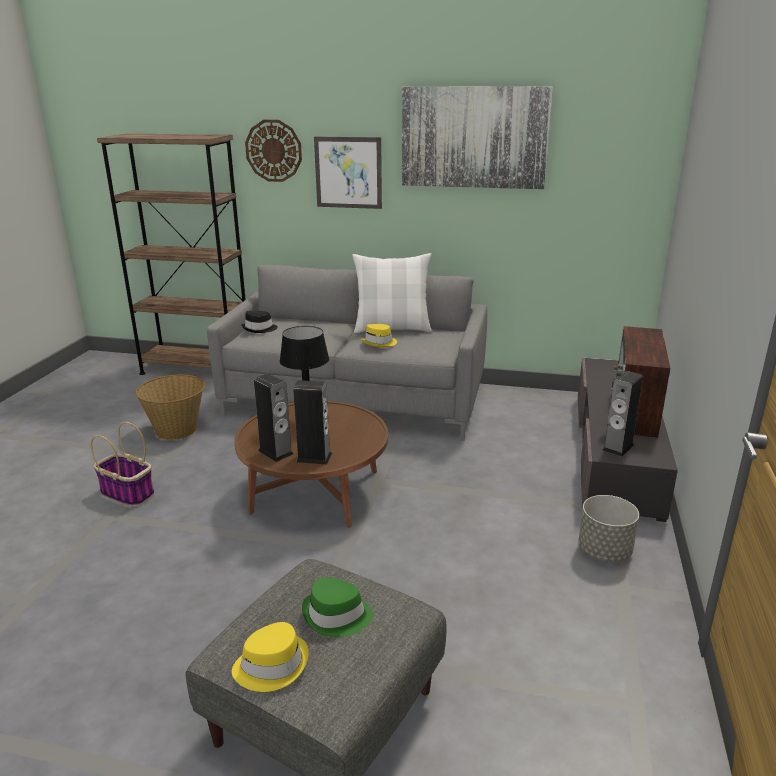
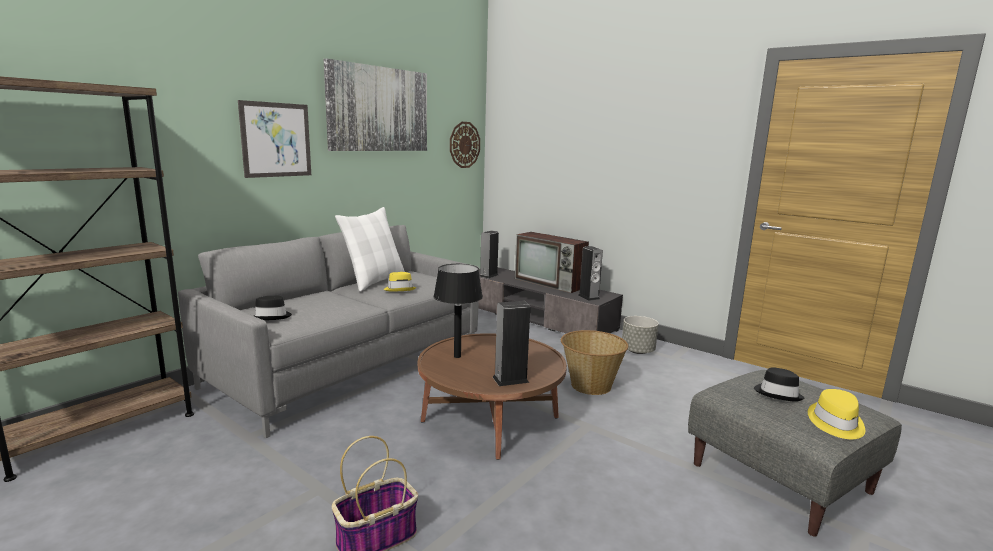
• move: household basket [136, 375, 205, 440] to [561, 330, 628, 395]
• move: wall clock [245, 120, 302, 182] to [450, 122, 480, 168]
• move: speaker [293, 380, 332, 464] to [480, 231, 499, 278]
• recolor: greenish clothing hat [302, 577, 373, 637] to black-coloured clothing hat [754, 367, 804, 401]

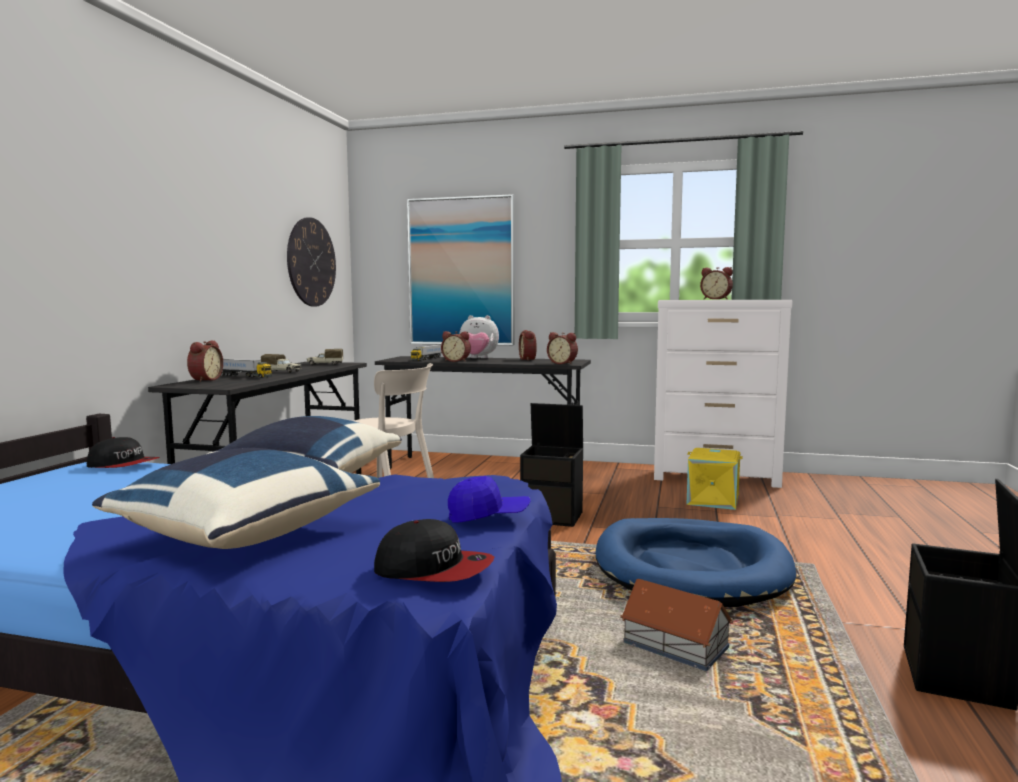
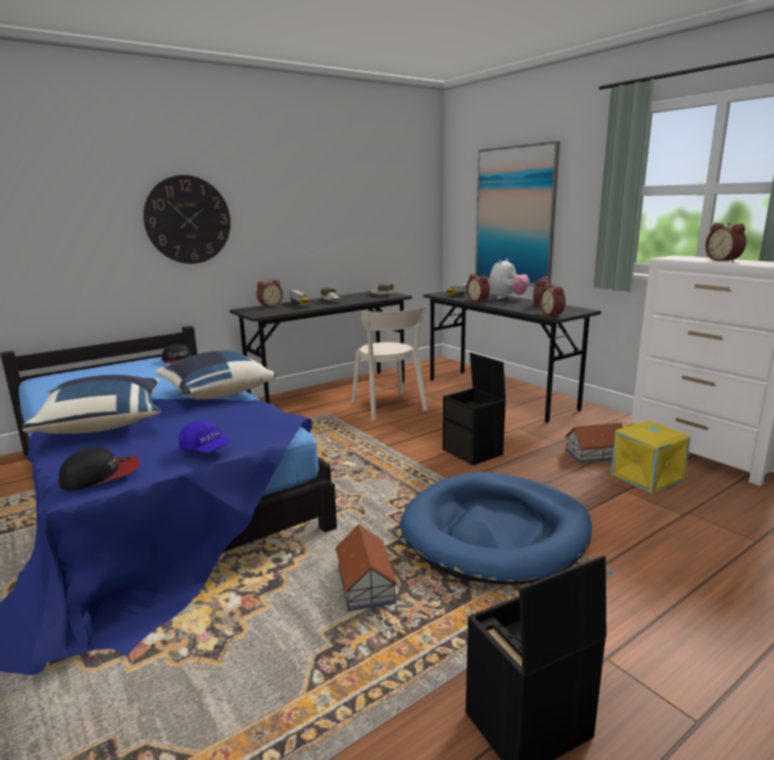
• move: wall clock [287, 217, 336, 307] to [143, 175, 231, 264]
• rotate: peaked cap [374, 519, 495, 582] = [58, 447, 140, 490] 90 degrees counterclockwise
• rotate: plush toy [459, 315, 499, 358] = [489, 259, 529, 299] 105 degrees counterclockwise
• insert: miniature house [565, 423, 623, 464]

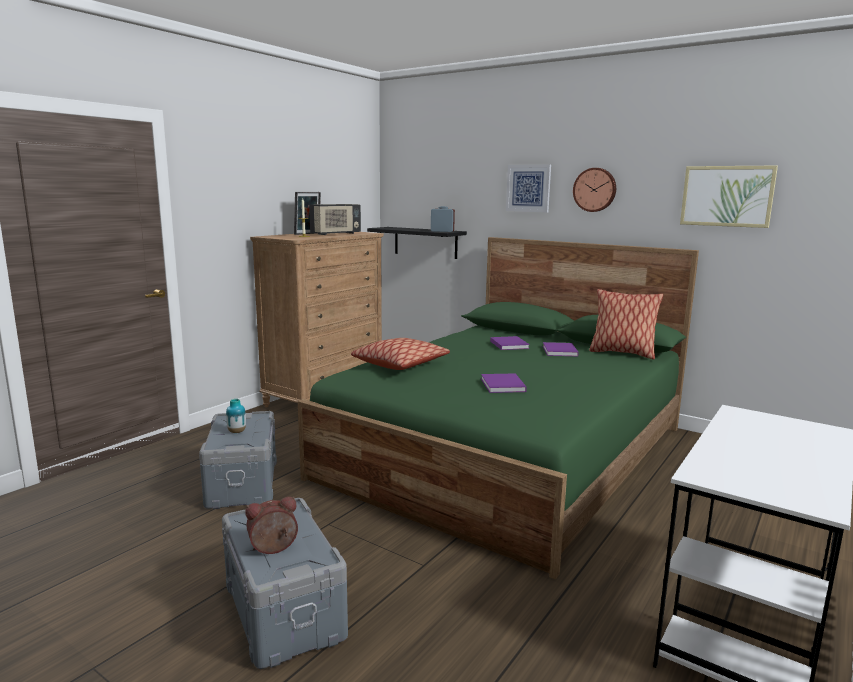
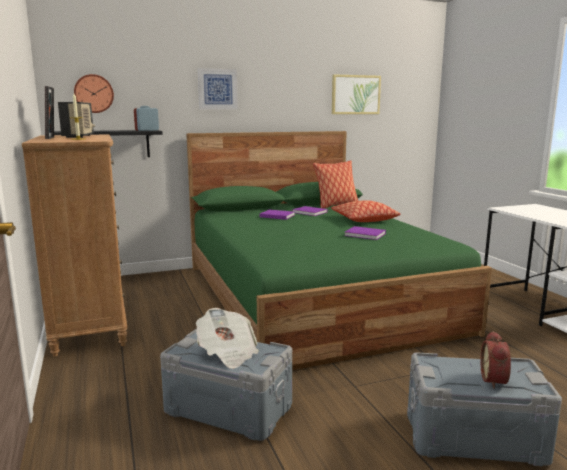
• replace: vase [226, 399, 246, 433] to daily paper [196, 308, 259, 369]
• move: pillow [351, 338, 450, 370] to [331, 200, 400, 222]
• move: wall clock [573, 168, 616, 212] to [74, 74, 114, 113]

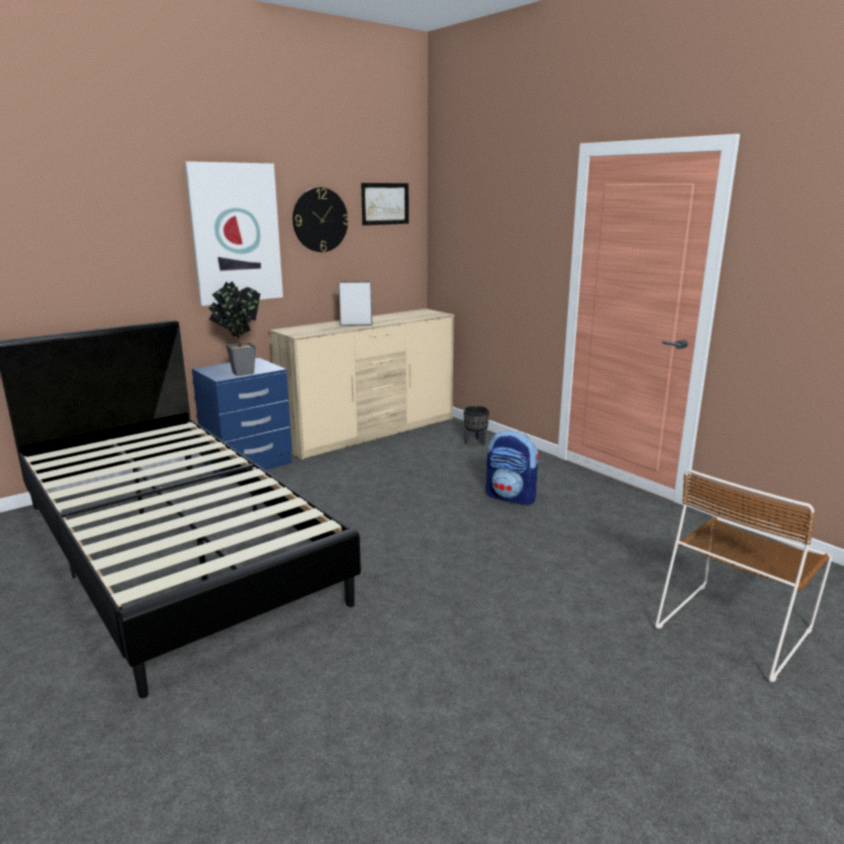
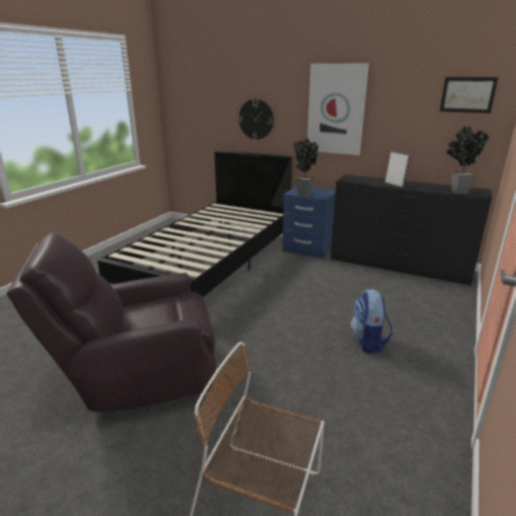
• recolor: sand-coloured dresser [270, 309, 455, 460] to black-coloured dresser [330, 175, 492, 286]
• move: wall clock [293, 187, 349, 252] to [238, 99, 274, 140]
• delete: black-coloured plant pot [464, 406, 489, 445]
• insert: brownish armchair [7, 233, 216, 412]
• insert: plant in a pot [446, 126, 489, 194]

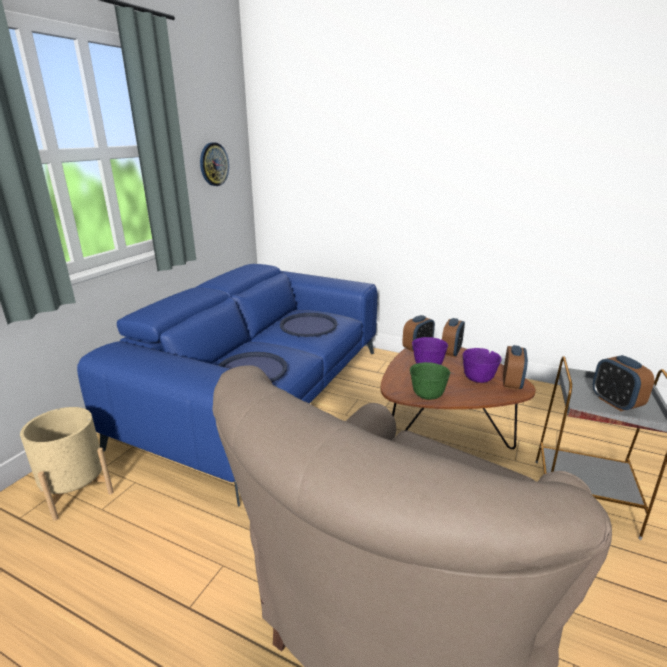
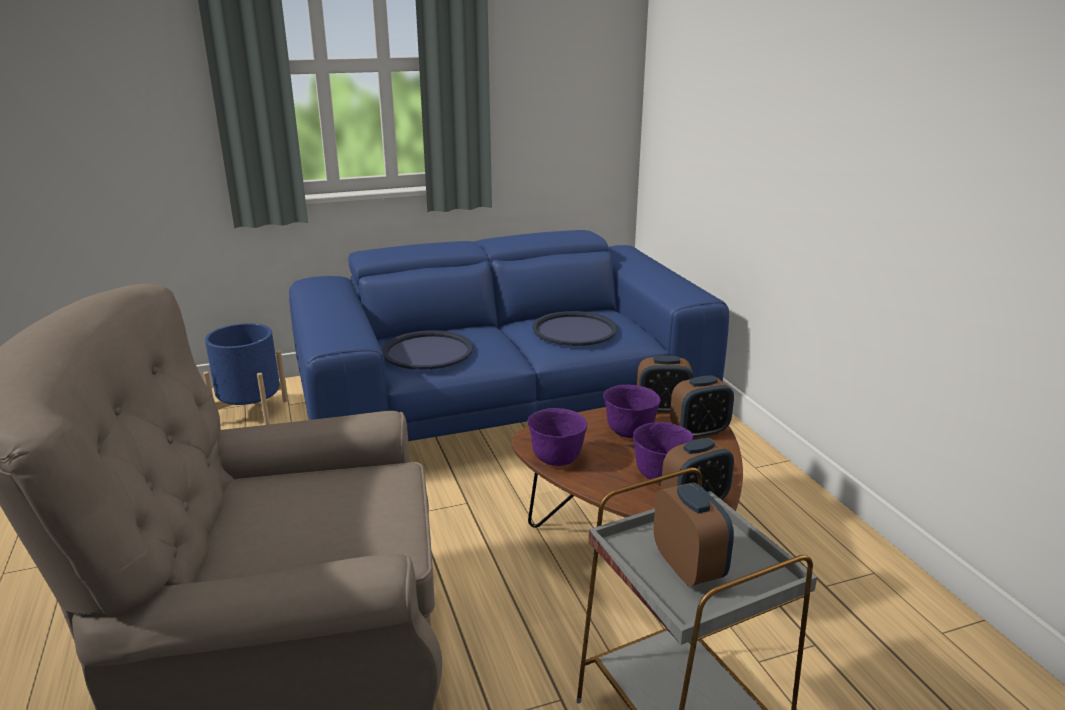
• recolor: sand-coloured plant pot [20, 407, 114, 521] to bluish plant pot [203, 323, 288, 425]
• delete: wall clock [200, 142, 229, 186]
• recolor: greenish serving bowl [410, 362, 450, 400] to purple-coloured serving bowl [527, 408, 587, 466]
• rotate: table clock [593, 355, 654, 411] = [654, 483, 734, 586] 135 degrees clockwise

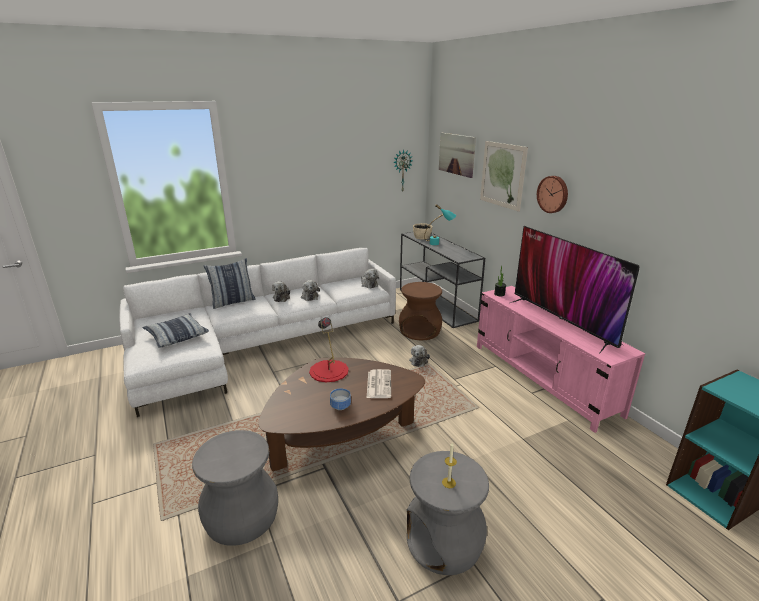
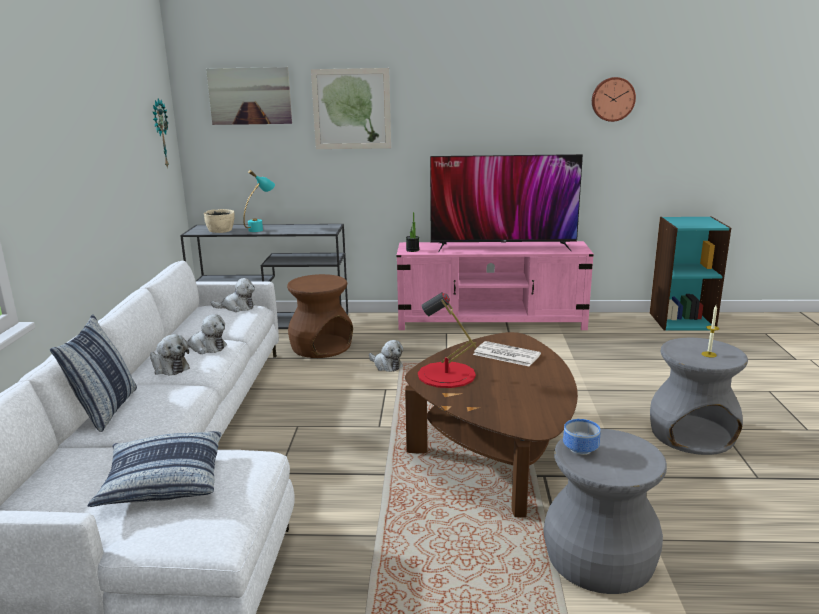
• move: serving bowl [330, 389, 351, 410] to [563, 419, 601, 455]
• move: wall clock [537, 176, 568, 213] to [592, 77, 636, 122]

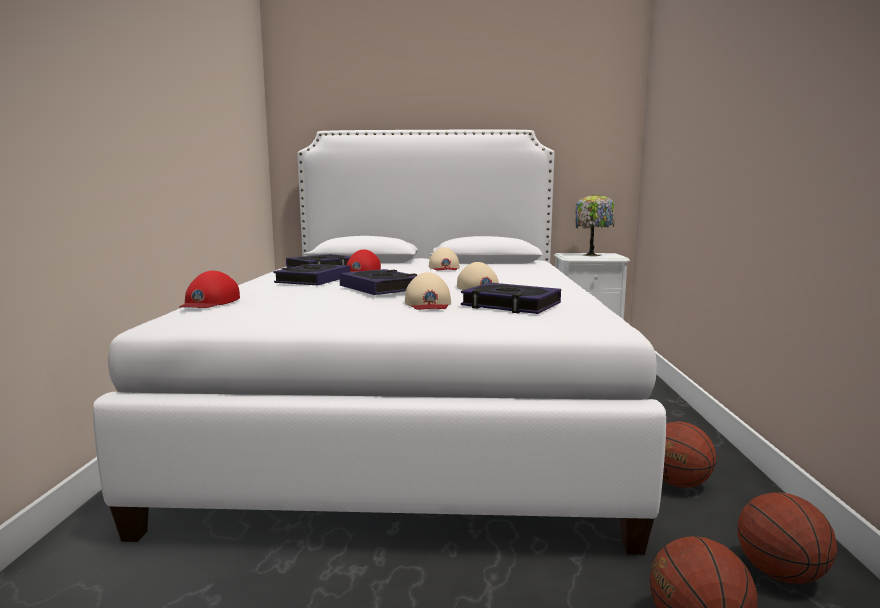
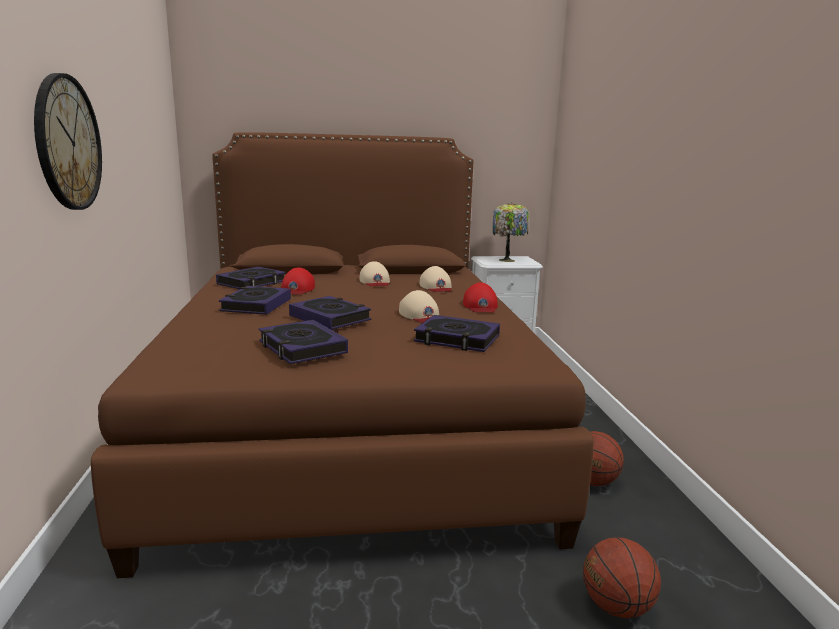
• recolor: whitish sleeping bed [93, 129, 666, 555] to brownish sleeping bed [91, 132, 593, 578]
• move: red peaked cap [180, 271, 240, 308] to [463, 283, 498, 312]
• move: sand-coloured peaked cap [405, 272, 451, 310] to [420, 266, 452, 292]
• delete: basketball [737, 492, 837, 584]
• insert: wall clock [34, 73, 102, 210]
• insert: volume [259, 320, 348, 364]

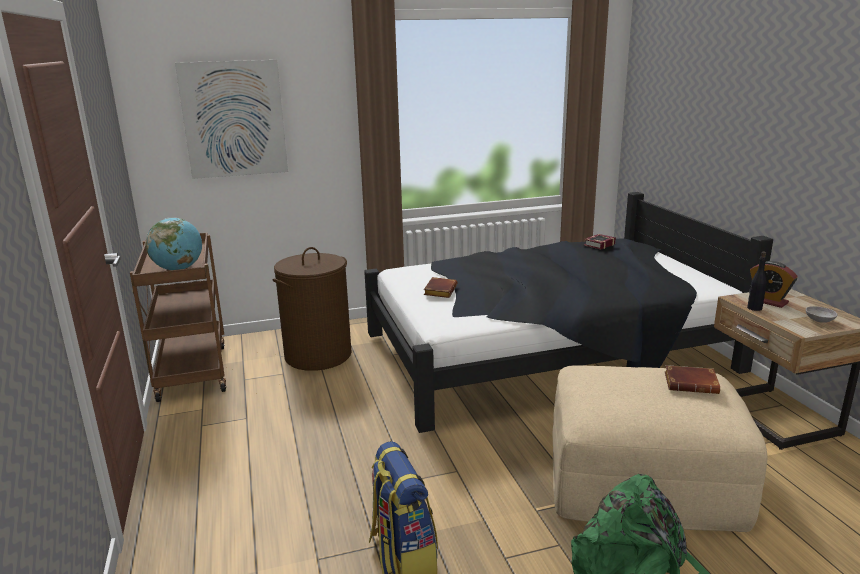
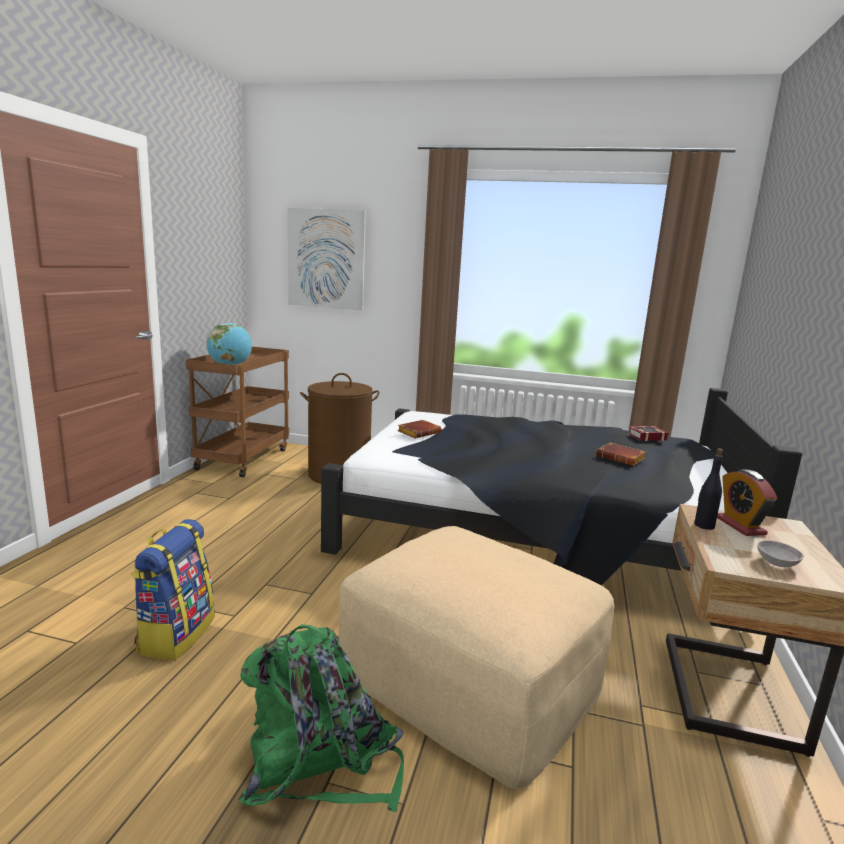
• move: brownish volume [665, 365, 720, 394] to [596, 443, 646, 466]

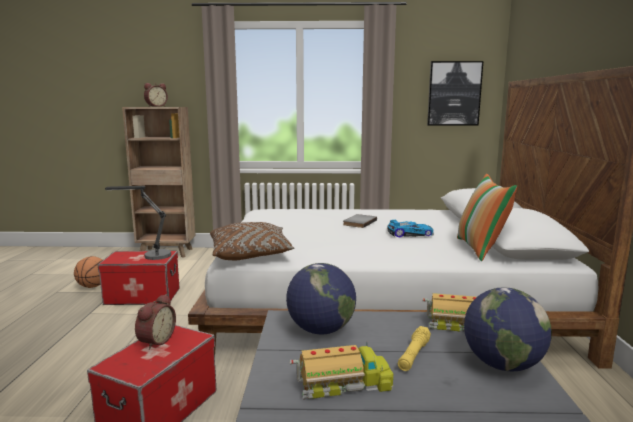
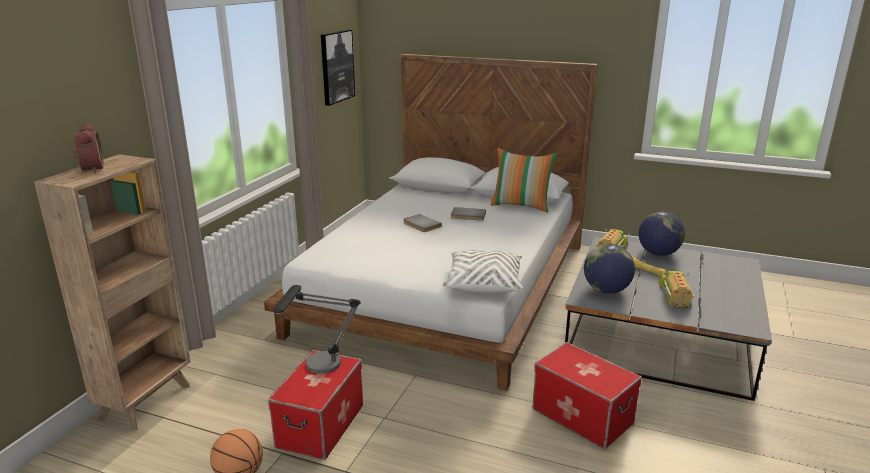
• delete: table clock [135, 294, 176, 350]
• recolor: brownish pillow [210, 222, 294, 260] to whitish pillow [443, 250, 523, 293]
• replace: toy car [387, 220, 434, 237] to greyish volume [451, 207, 486, 221]

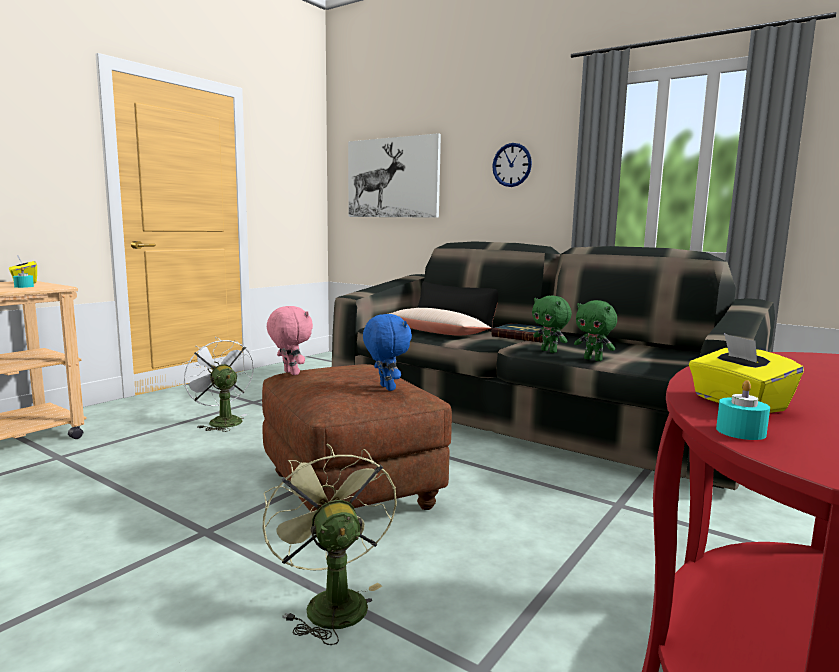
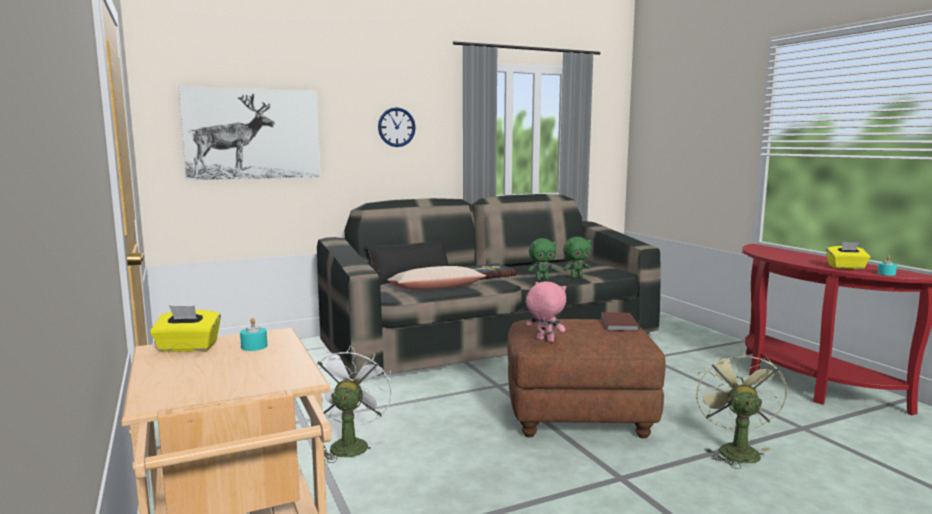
• rotate: whitish cooling fan [182, 337, 254, 432] = [316, 346, 393, 463] 105 degrees clockwise
• rotate: greenish cooling fan [262, 444, 397, 645] = [695, 349, 787, 469] 90 degrees clockwise
• rotate: pink plush toy [267, 306, 313, 375] = [526, 281, 566, 342] 45 degrees clockwise
• replace: bluish plush toy [363, 314, 412, 391] to brownish volume [601, 312, 640, 331]

